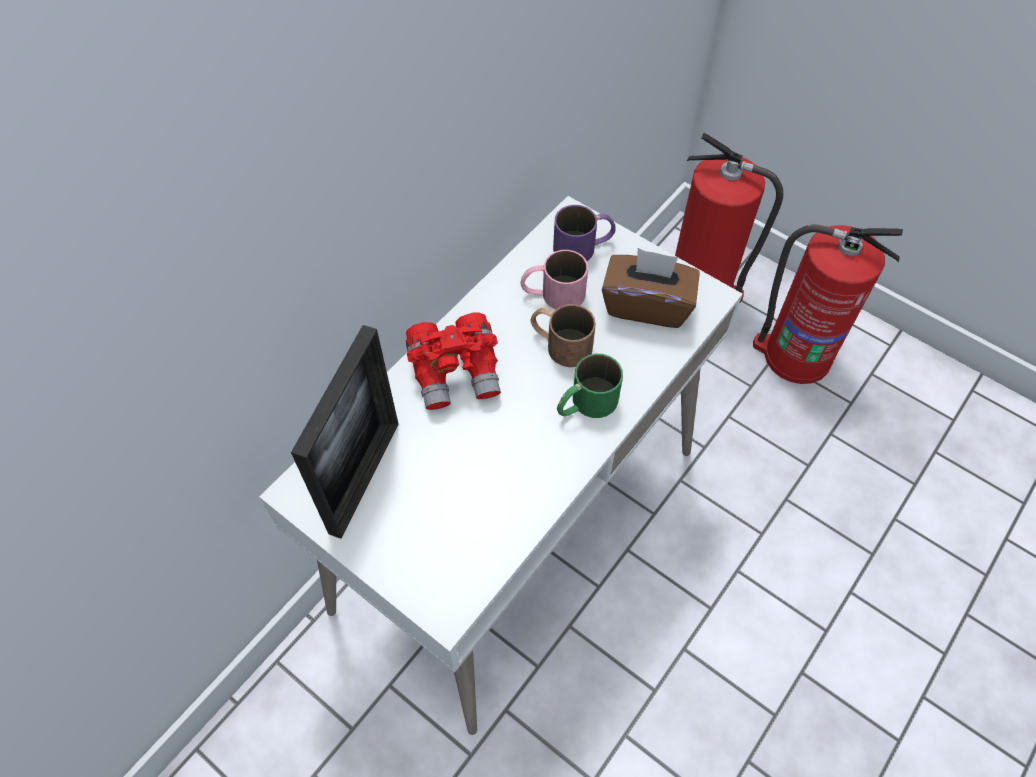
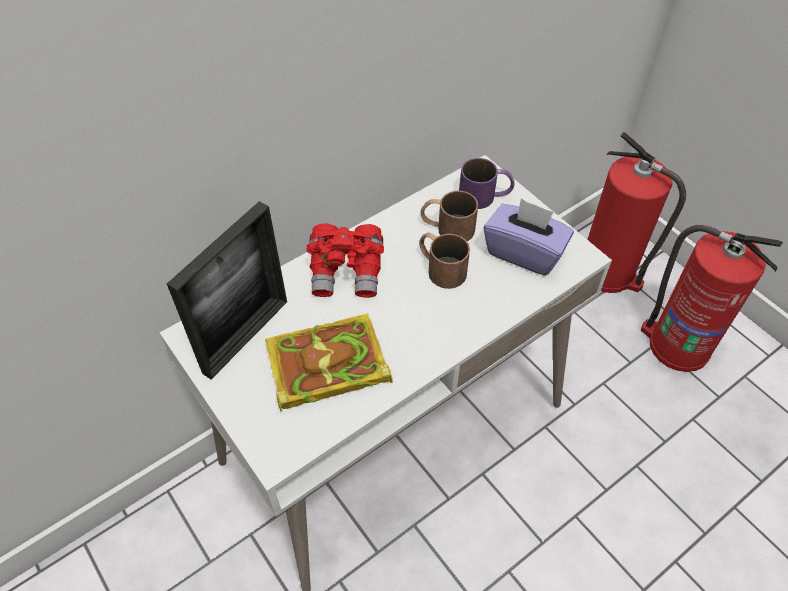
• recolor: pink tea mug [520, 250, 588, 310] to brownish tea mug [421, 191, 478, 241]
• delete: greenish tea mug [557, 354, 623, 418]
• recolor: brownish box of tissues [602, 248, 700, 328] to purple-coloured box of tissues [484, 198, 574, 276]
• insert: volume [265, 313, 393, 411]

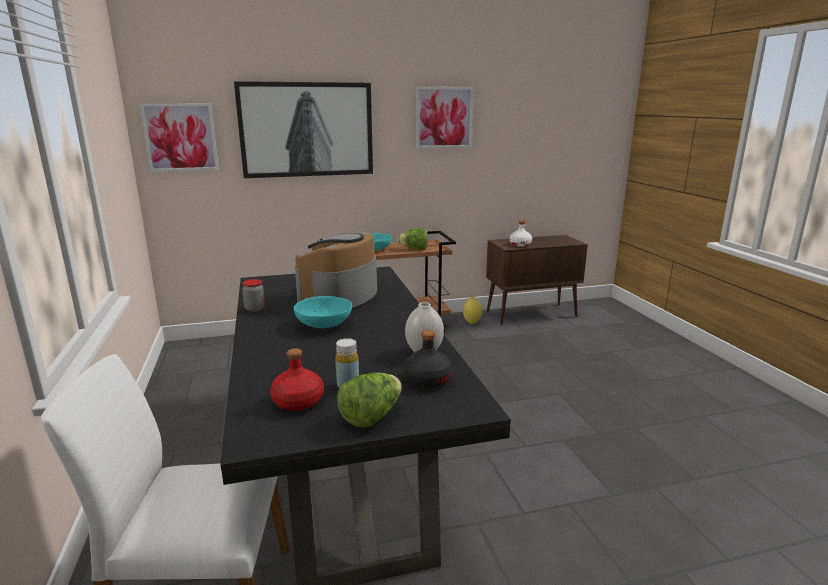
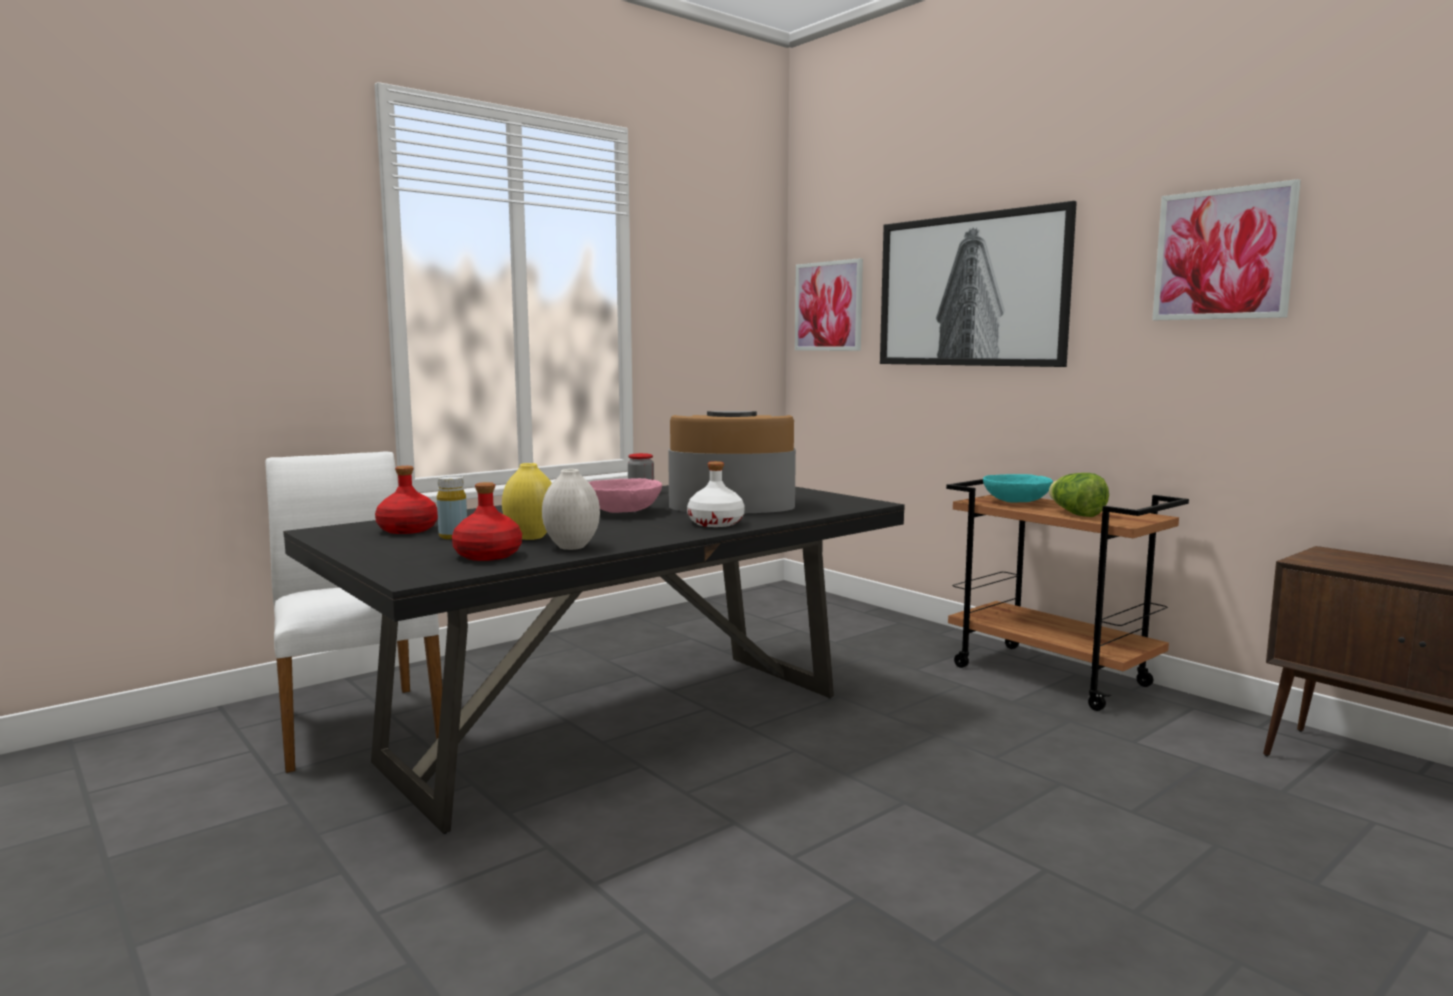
• recolor: turquoise serving bowl [294, 296, 352, 328] to pink serving bowl [588, 478, 662, 513]
• delete: head of lettuce [337, 372, 402, 428]
• recolor: black-coloured bottle [404, 330, 452, 388] to red bottle [452, 482, 522, 561]
• move: yellow vase [463, 297, 482, 324] to [502, 463, 552, 540]
• move: whitish bottle [509, 220, 532, 247] to [687, 461, 745, 527]

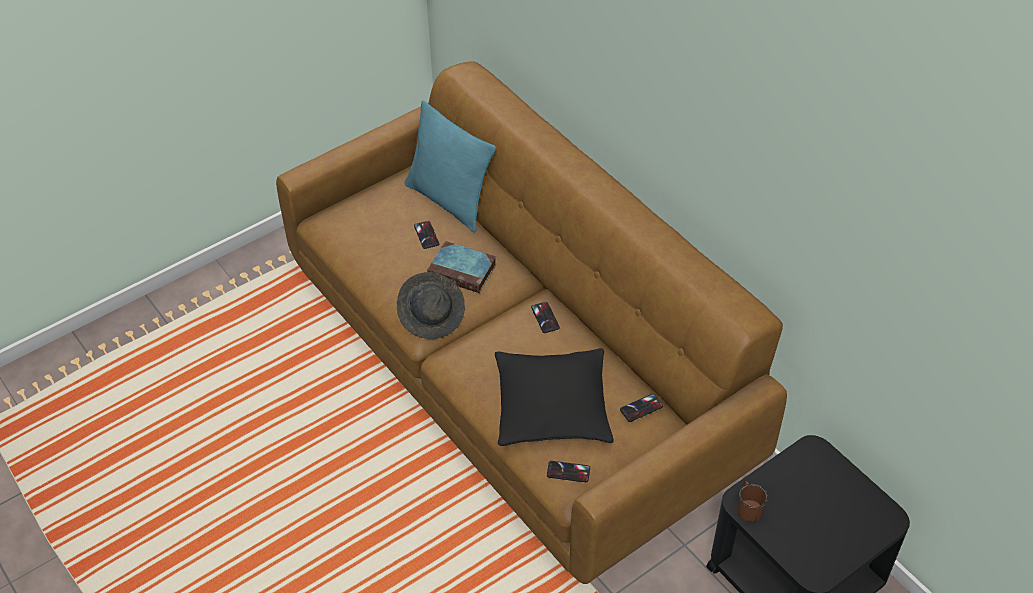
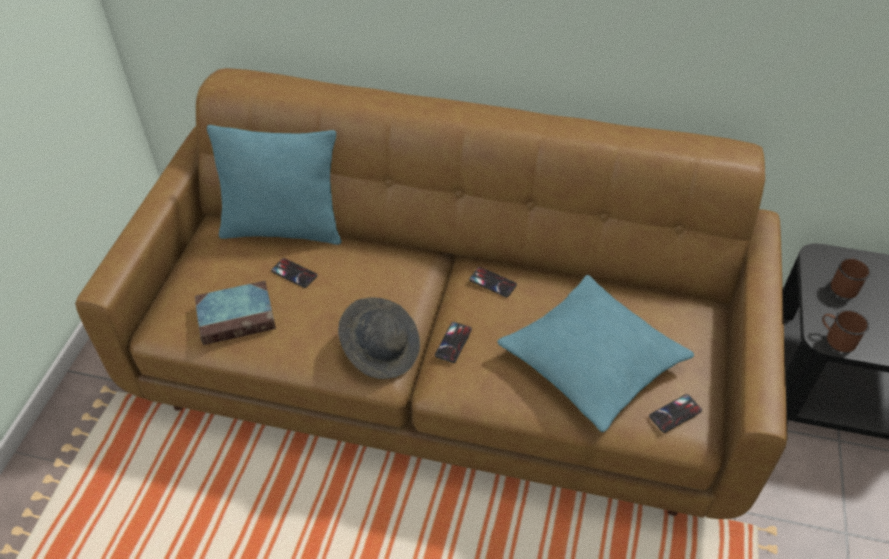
• move: volume [427, 241, 496, 293] to [195, 281, 276, 345]
• recolor: black-coloured pillow [495, 348, 614, 446] to turquoise pillow [497, 275, 694, 432]
• move: phone [620, 394, 663, 422] to [435, 322, 472, 363]
• insert: brownish tea mug [831, 258, 871, 298]

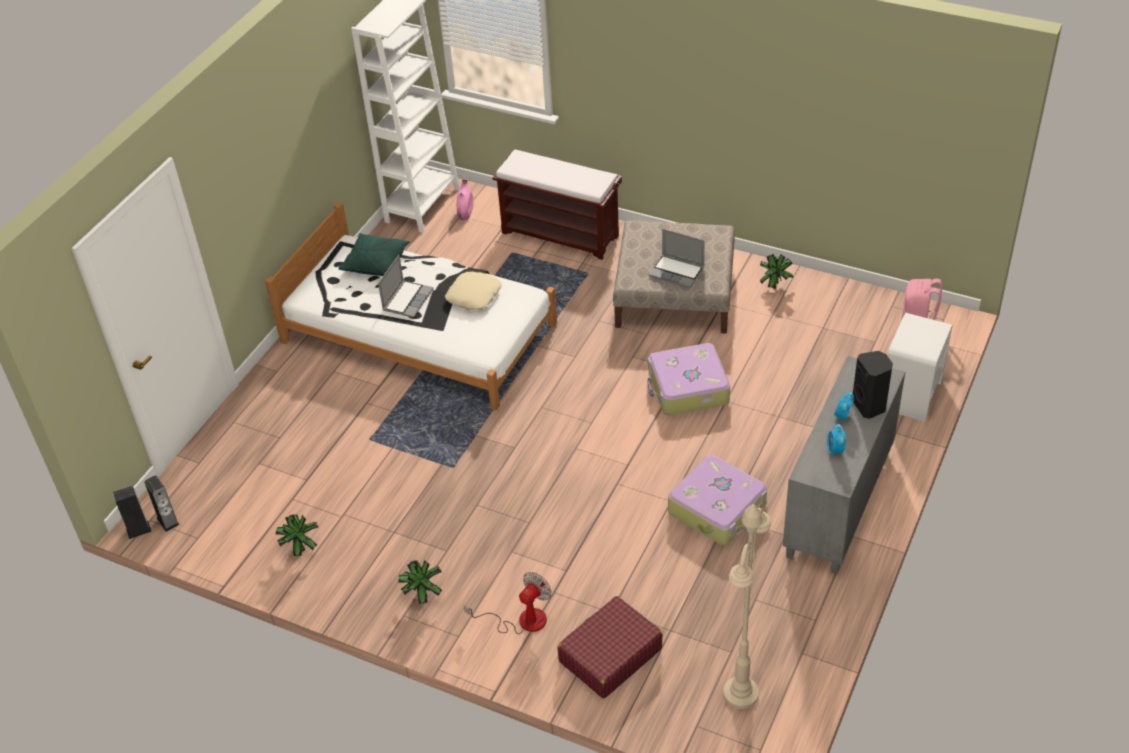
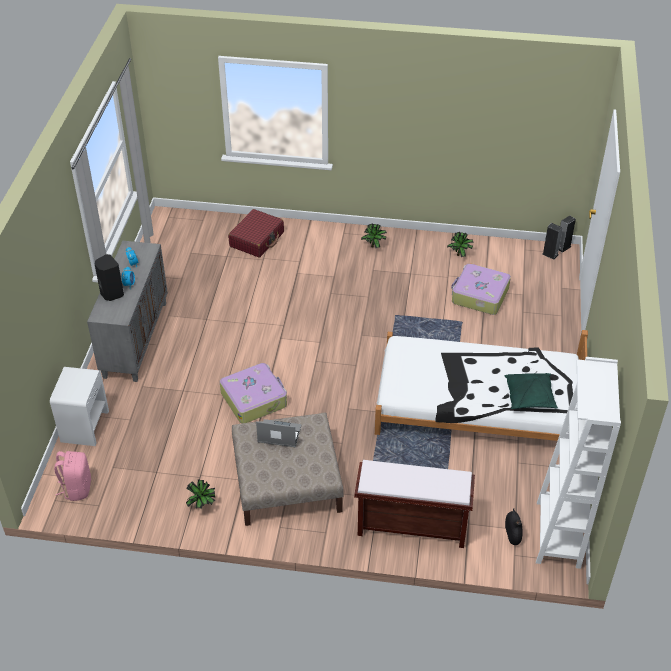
• delete: portable computer [378, 255, 433, 318]
• delete: sand-coloured pillow [445, 272, 502, 310]
• recolor: pink vase [457, 179, 473, 220] to black-coloured vase [505, 508, 523, 545]
• delete: cooling fan [464, 572, 552, 634]
• move: piece of luggage [668, 455, 767, 545] to [451, 264, 511, 315]
• delete: sand-coloured standing lamp [723, 504, 771, 709]

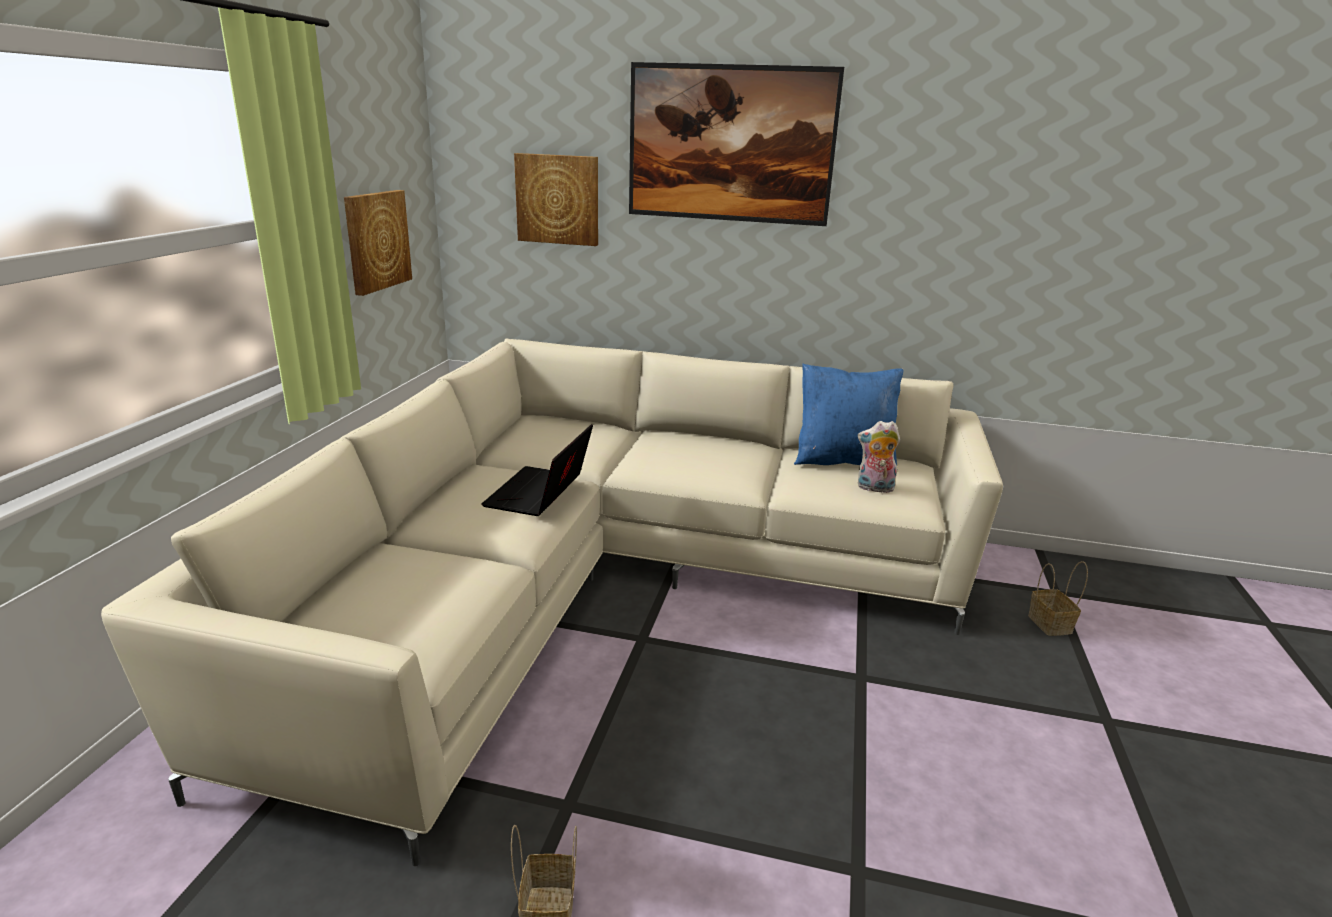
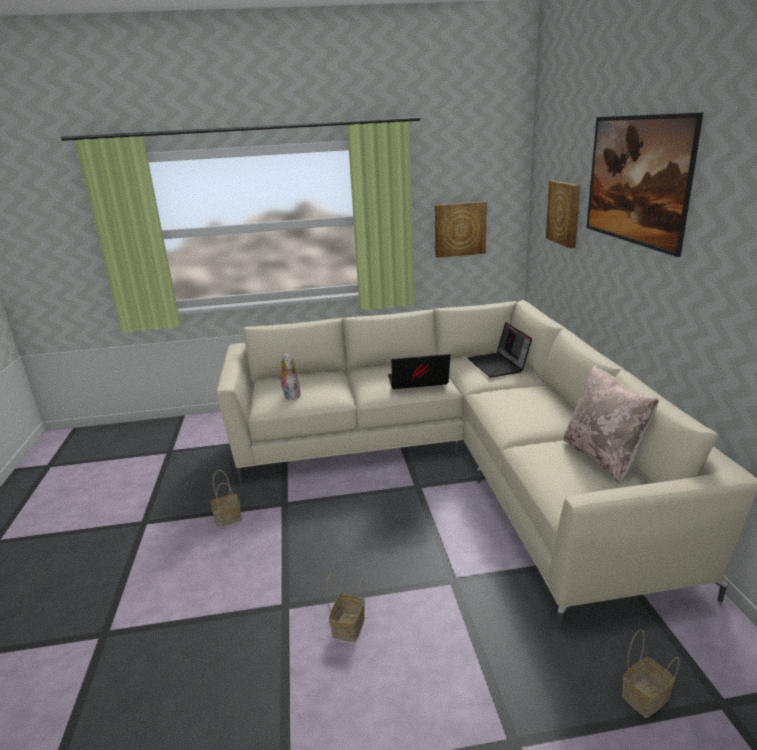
• recolor: bluish pillow [794, 364, 904, 470] to sand-coloured pillow [563, 365, 659, 483]
• move: plush toy [858, 421, 900, 493] to [278, 353, 301, 400]
• insert: household basket [326, 574, 365, 642]
• insert: portable computer [468, 322, 532, 378]

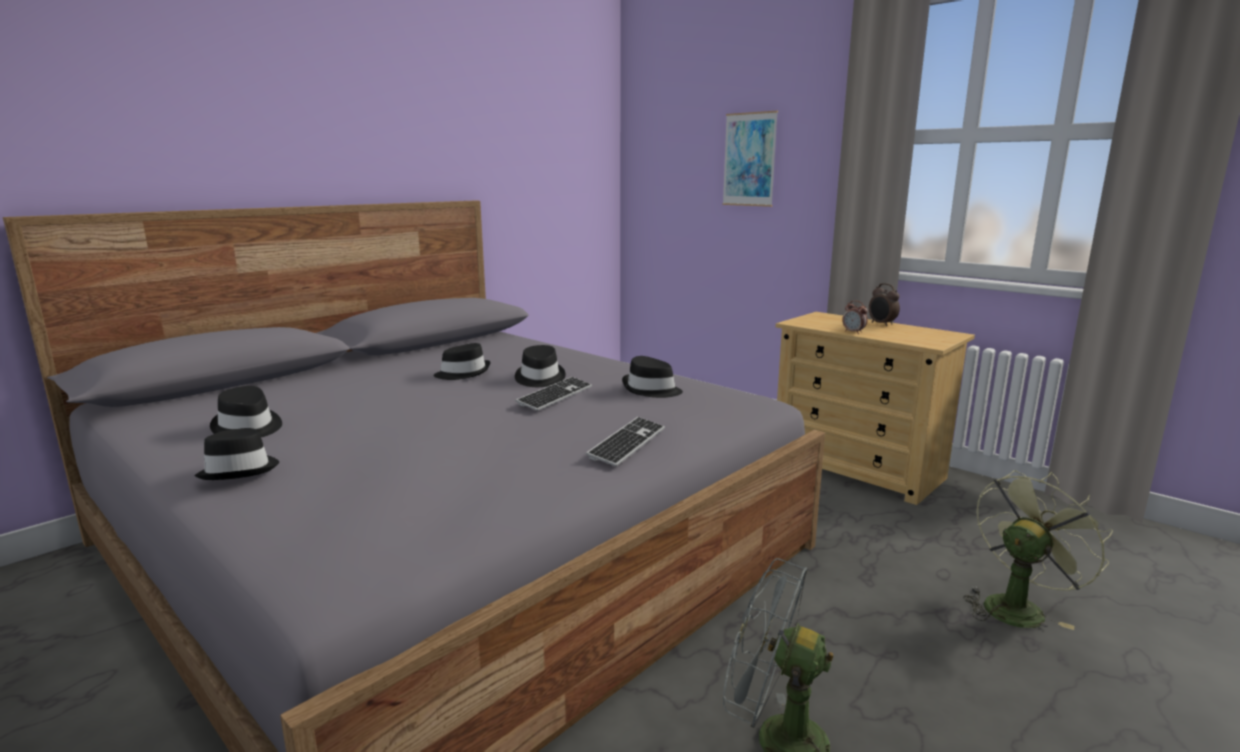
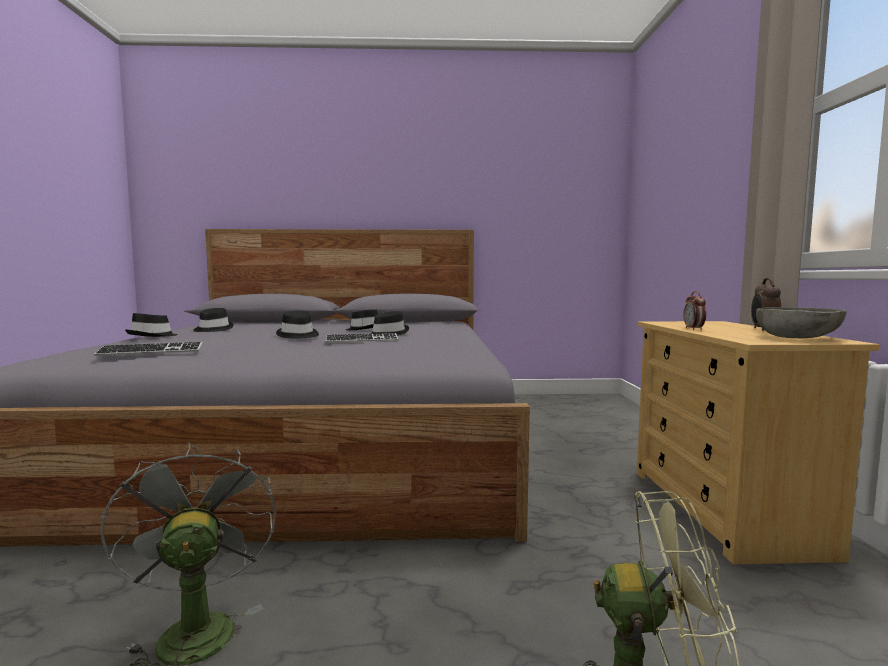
• move: keyboard [586, 417, 665, 466] to [94, 342, 203, 356]
• move: black-coloured clothing hat [622, 356, 683, 398] to [276, 311, 319, 338]
• delete: picture [722, 111, 778, 207]
• insert: greyish serving bowl [756, 307, 847, 338]

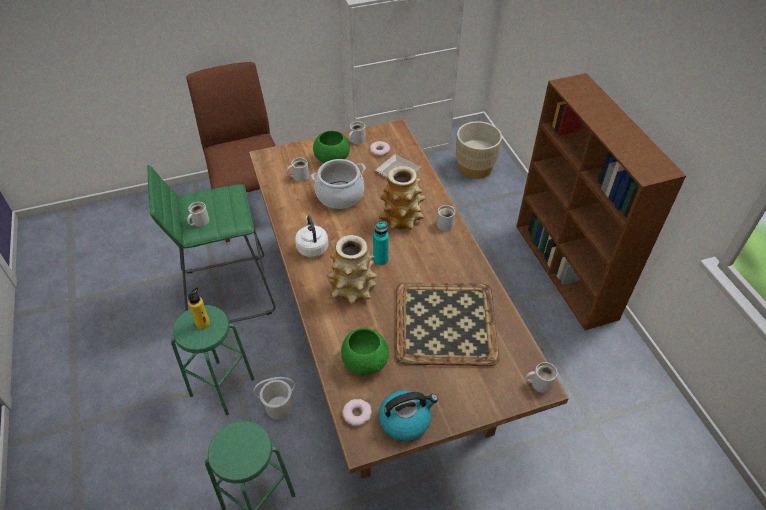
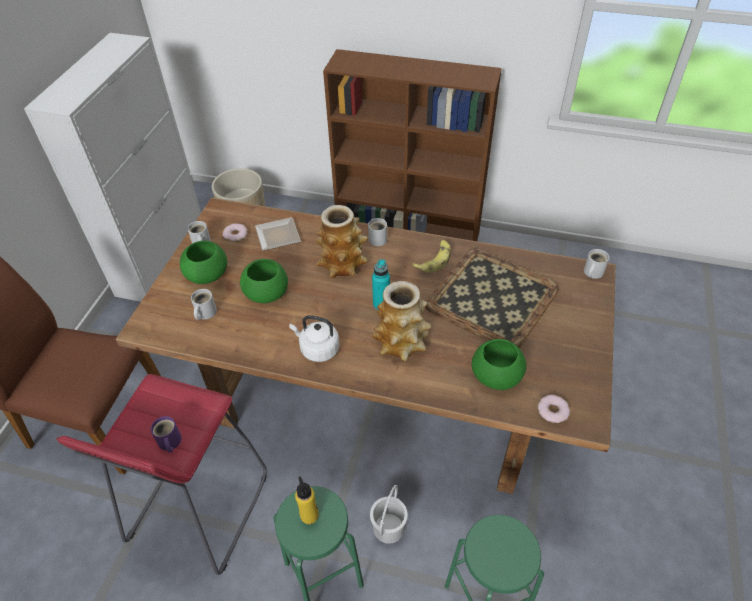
• recolor: greenish stool [147, 165, 276, 323] to red stool [57, 374, 267, 575]
• recolor: whitish tea mug [187, 202, 209, 227] to purple-coloured tea mug [151, 416, 182, 453]
• replace: saucepot [311, 159, 366, 209] to greenish serving bowl [240, 259, 288, 303]
• delete: kettle [379, 390, 438, 441]
• insert: banana [412, 240, 451, 273]

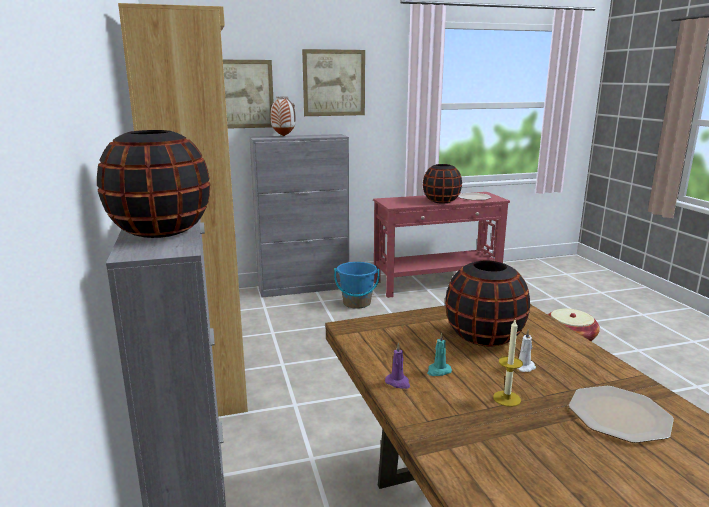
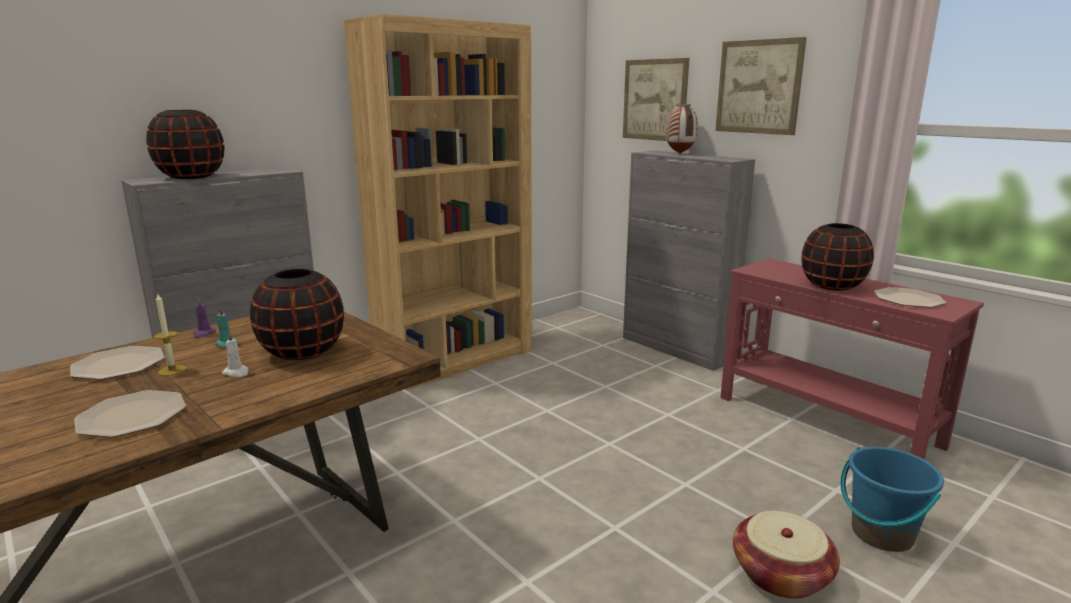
• move: bluish pail [334, 262, 380, 309] to [840, 447, 944, 552]
• insert: dinner plate [70, 346, 165, 380]

